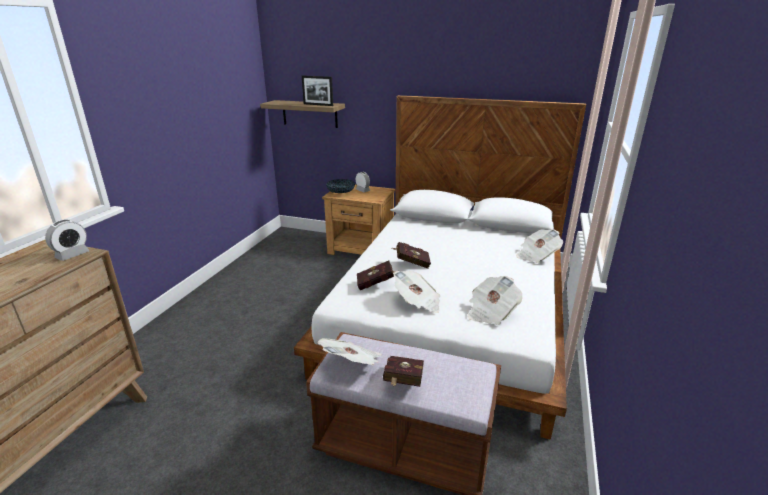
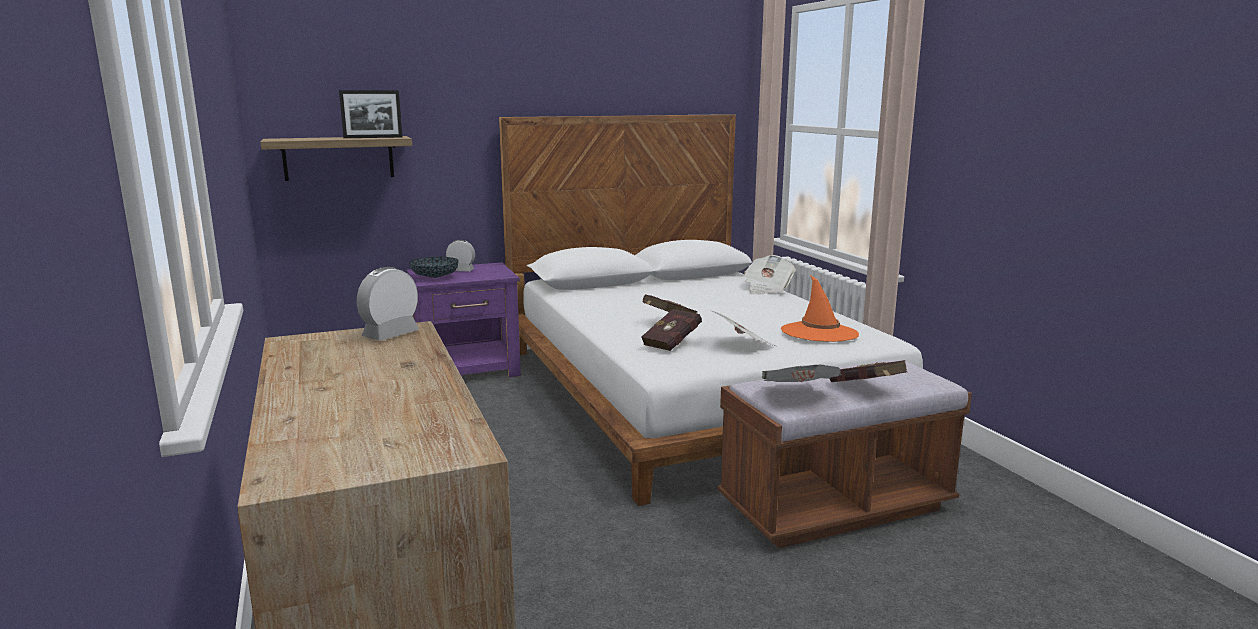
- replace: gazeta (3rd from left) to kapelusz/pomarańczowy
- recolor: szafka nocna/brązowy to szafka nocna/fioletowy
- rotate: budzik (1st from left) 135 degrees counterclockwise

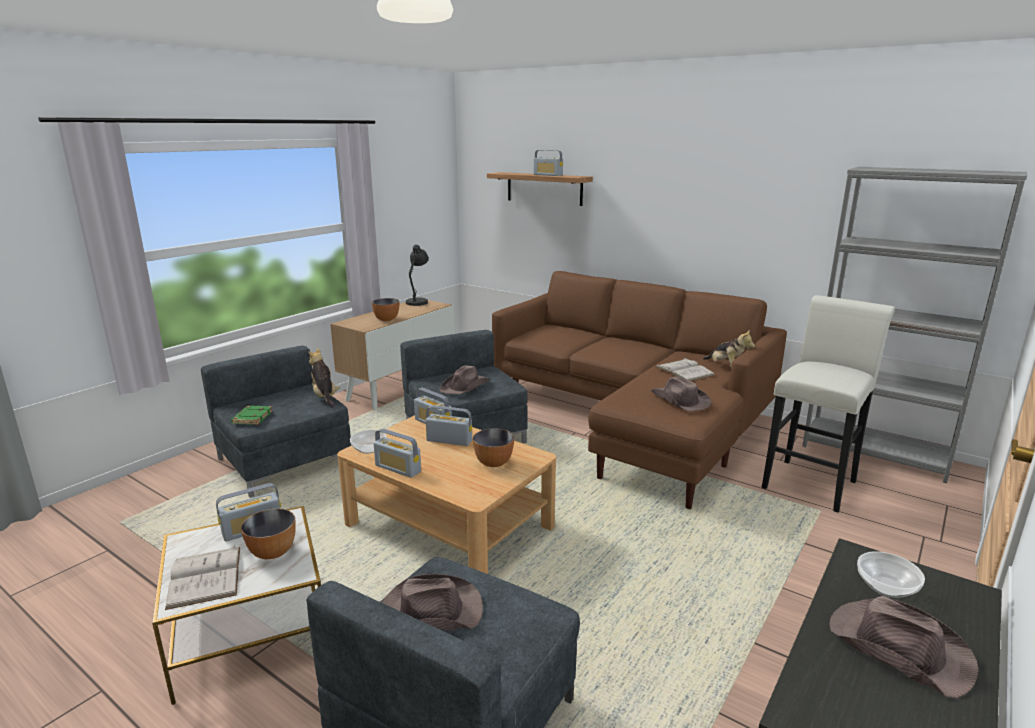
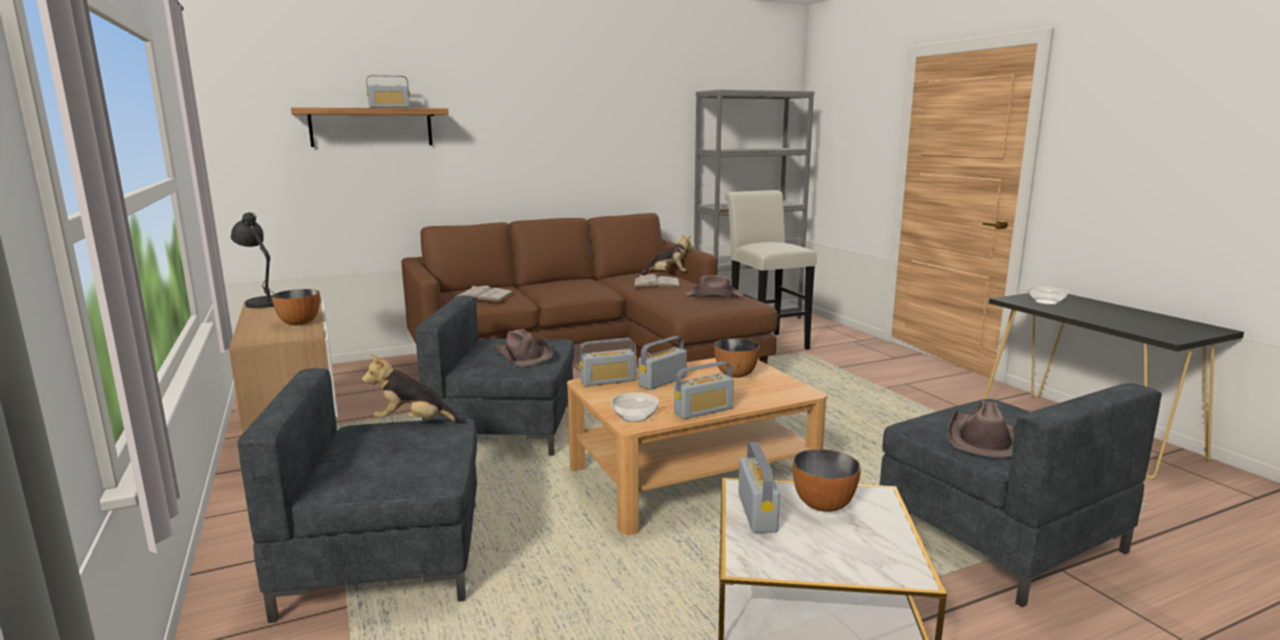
- delete: książka/zielony
- delete: kapelusz/brązowy (4th from left)
- move: książka/biały (1st from left)

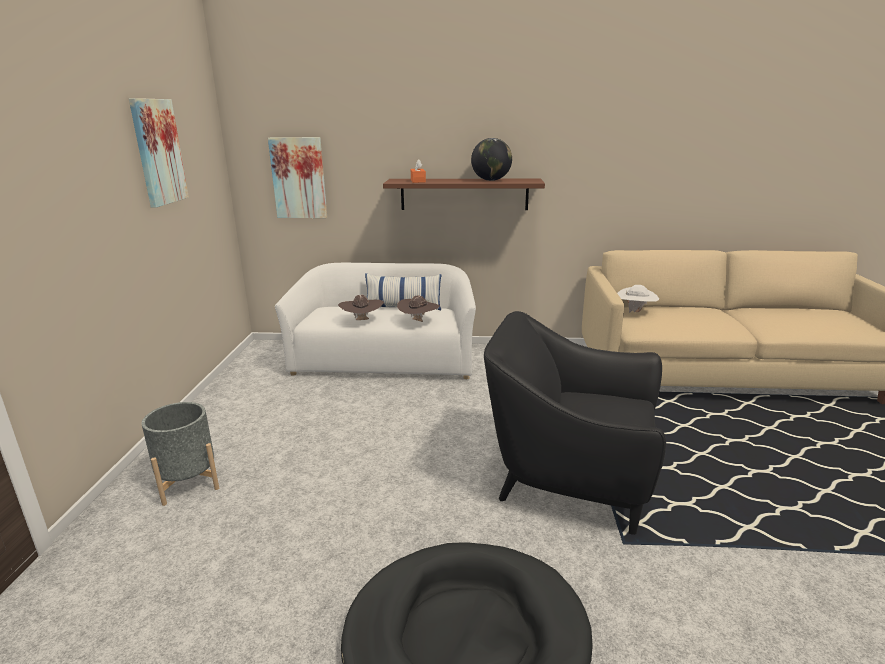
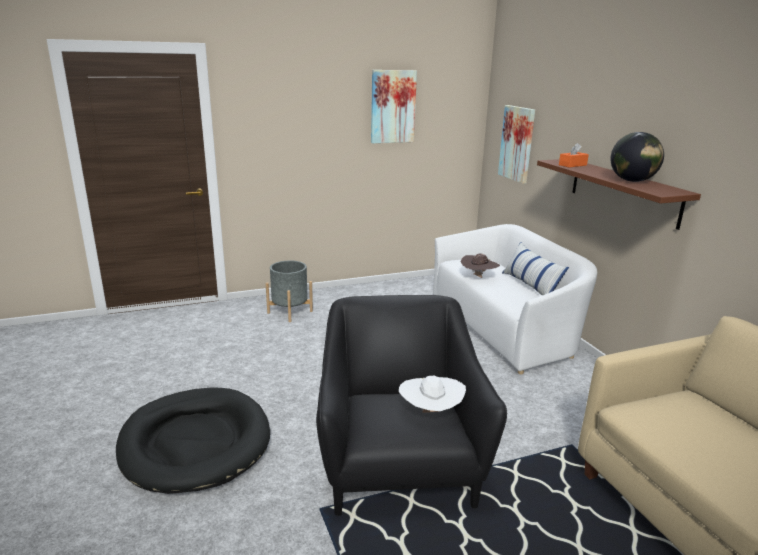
- delete: kapelusz/brązowy (2nd from left)
- move: kapelusz/biały

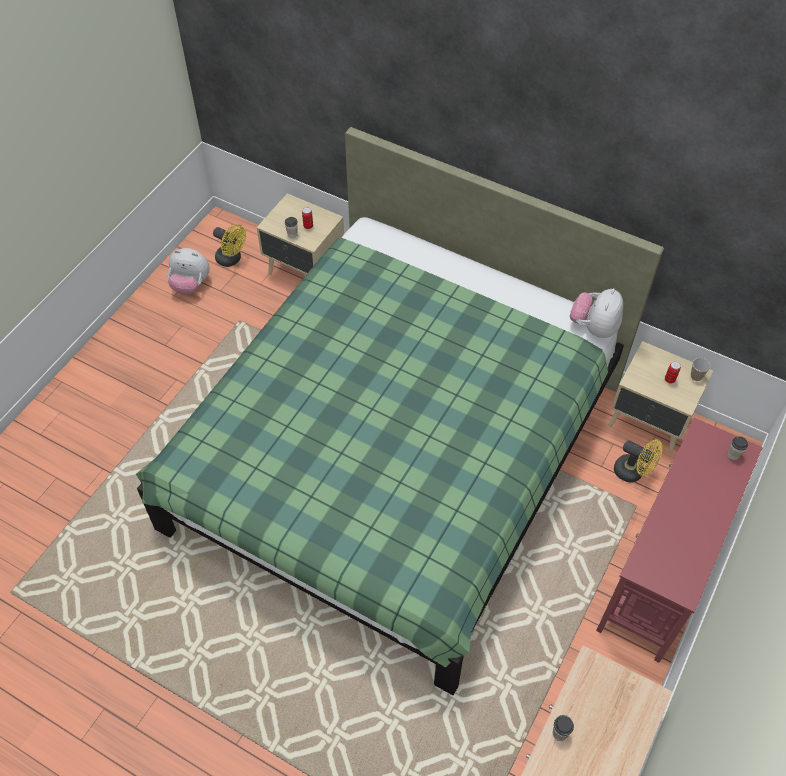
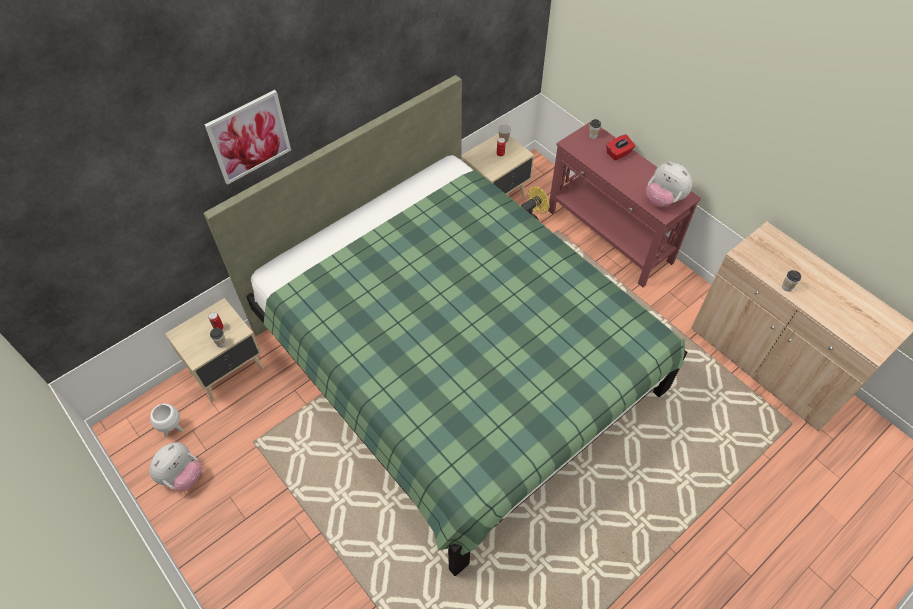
- insert: obraz
- insert: pudełko chusteczek/czerwony
- move: pluszak (2nd from left)
- replace: wentylator/żółty (1st from left) to donica/biały

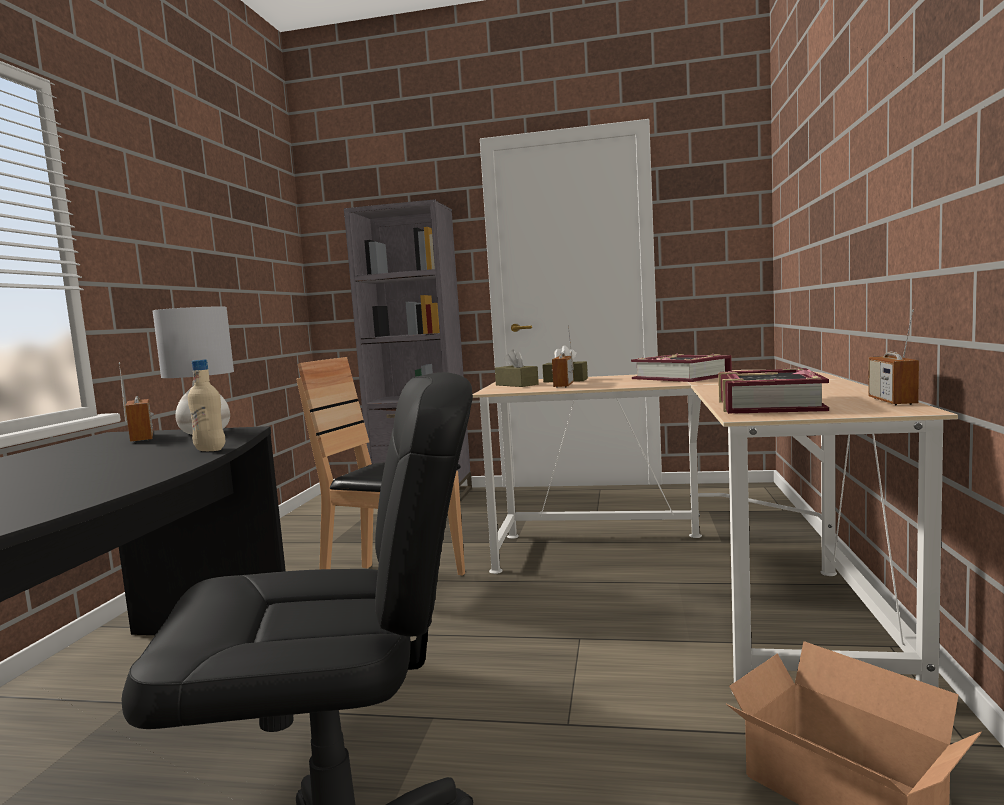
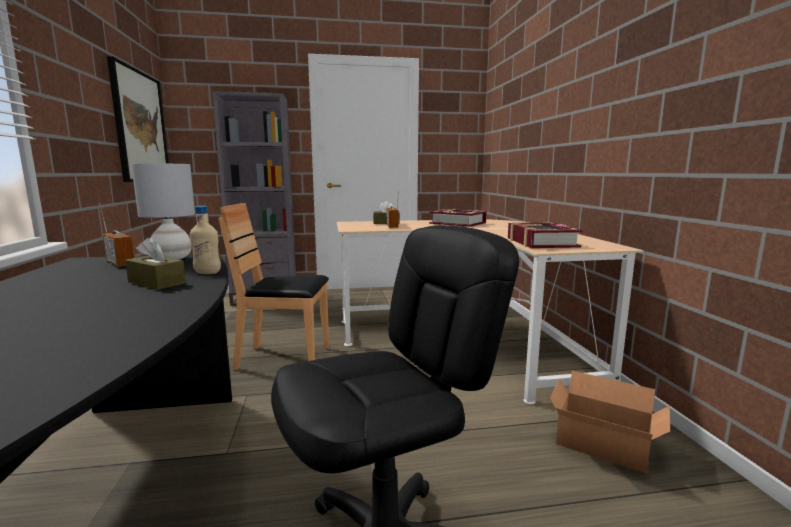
- delete: radio (3rd from left)
- insert: obraz
- move: pudełko chusteczek/brązowy (1st from left)

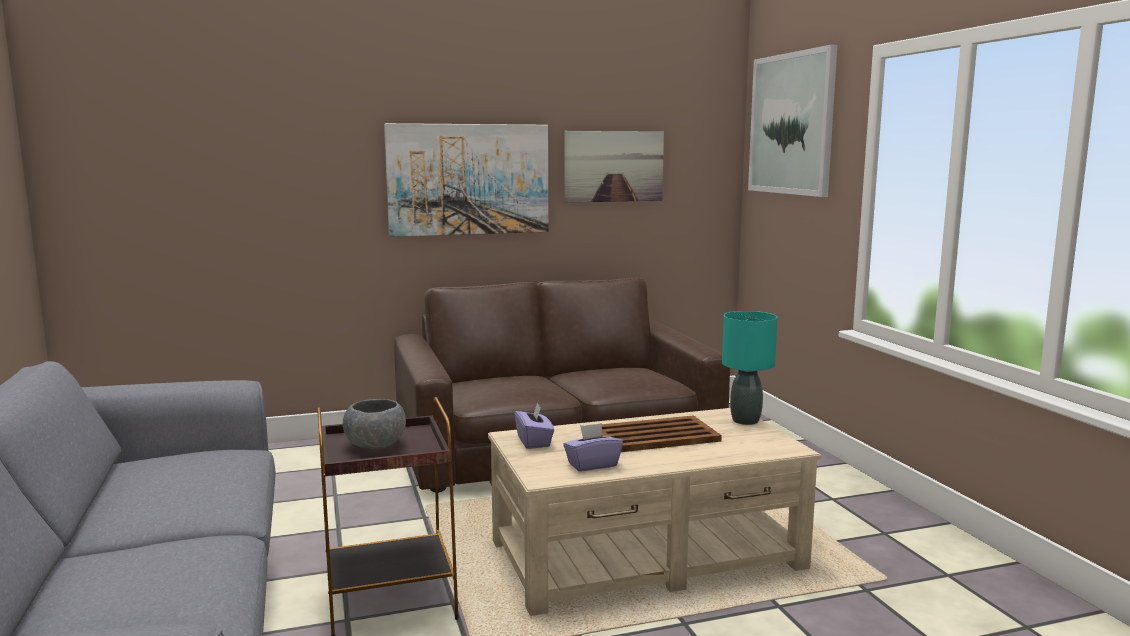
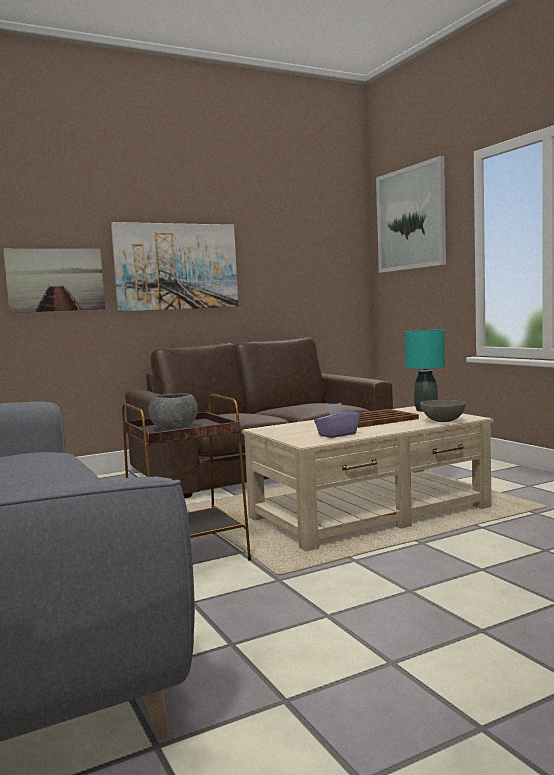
- delete: pudełko chusteczek/fioletowy (1st from left)
- insert: miska/szary (2nd from left)
- move: obraz (2nd from left in the first image) to obraz (1st from left)

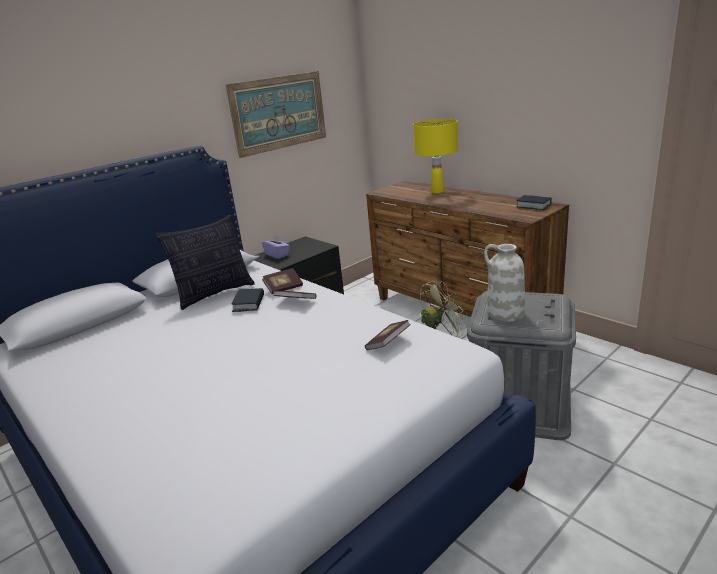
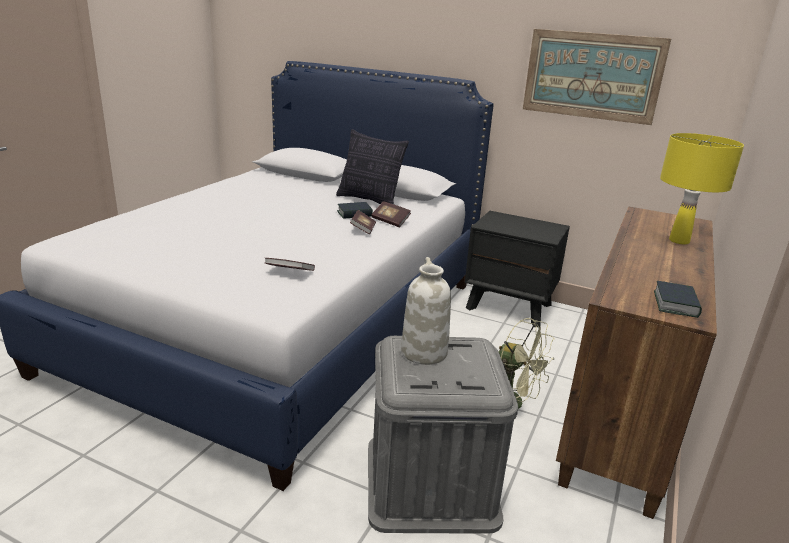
- delete: pudełko chusteczek/fioletowy

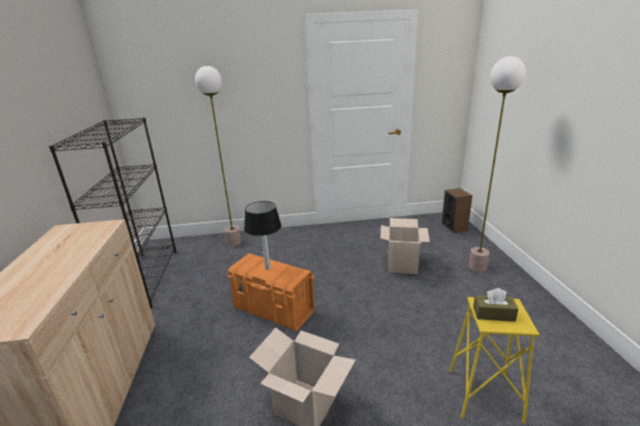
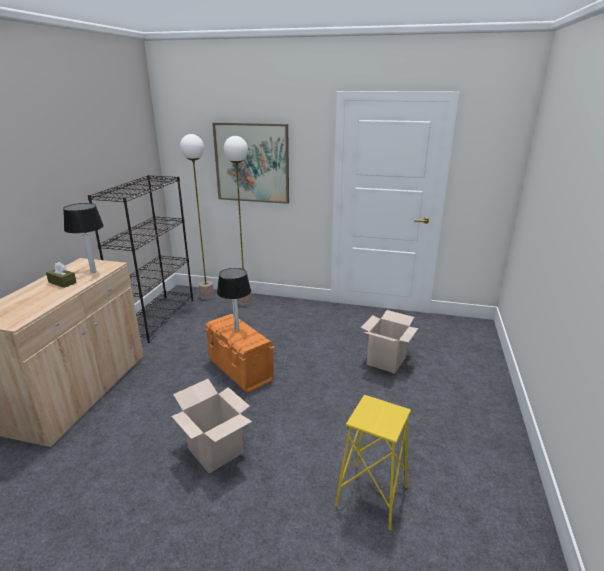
- delete: głośnik
- insert: lampa stołowa (1st from left)
- insert: obraz
- move: lampa stojąca (2nd from left in the first image) to lampa stojąca (1st from left)
- move: pudełko chusteczek/brązowy

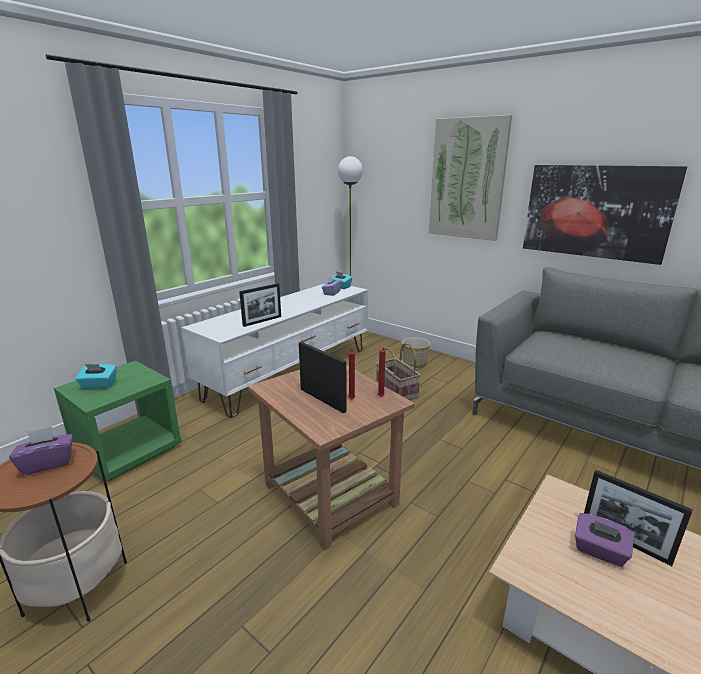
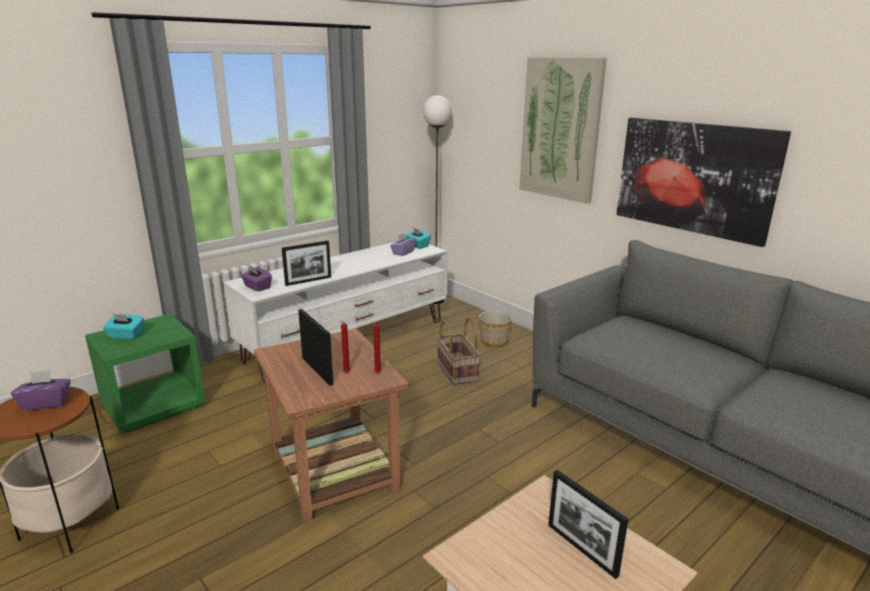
- move: pudełko chusteczek/fioletowy (3rd from left in the first image) to pudełko chusteczek/fioletowy (2nd from left)

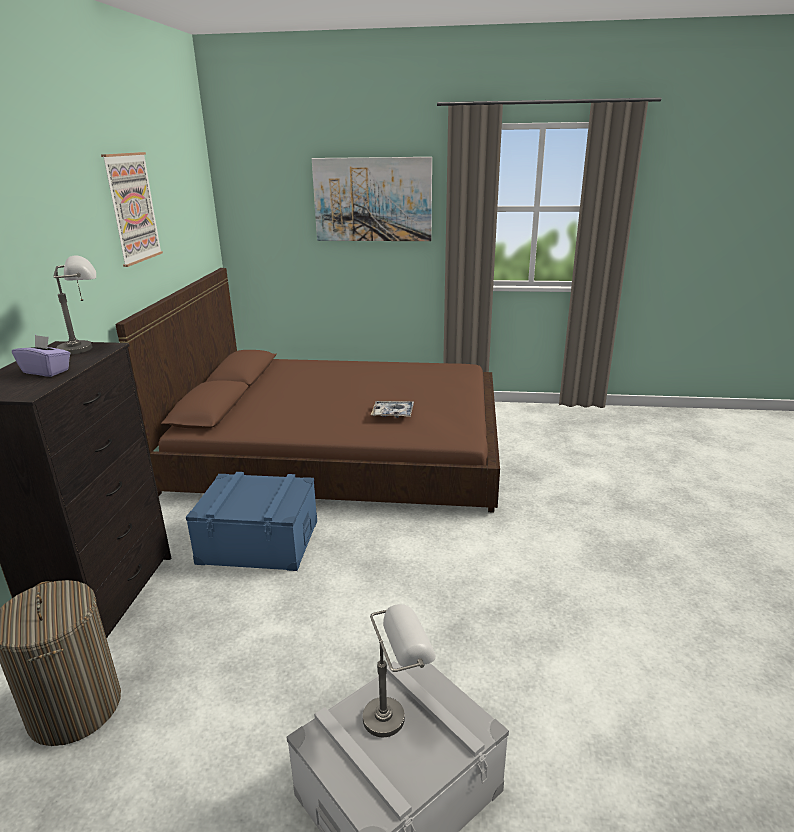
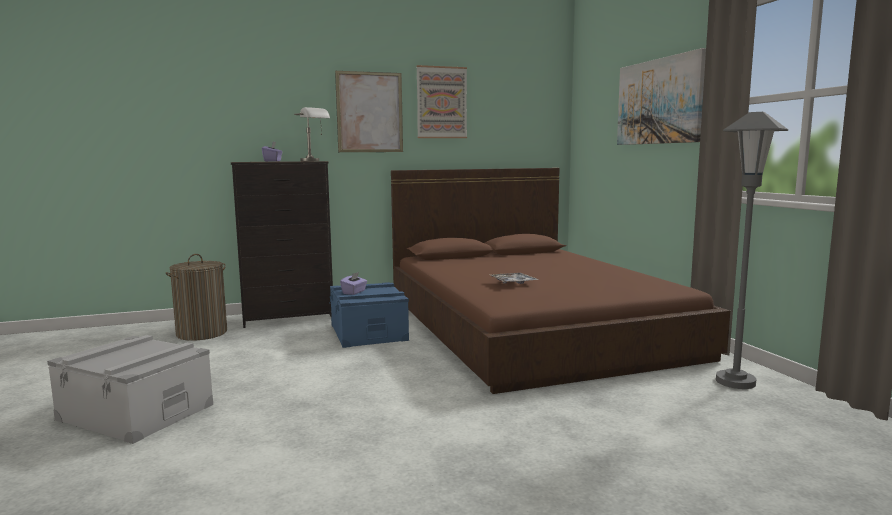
- delete: lampa stołowa/szary (2nd from left)
- insert: obraz (1st from left)
- insert: pudełko chusteczek/fioletowy (2nd from left)
- insert: lampa stojąca/szary

